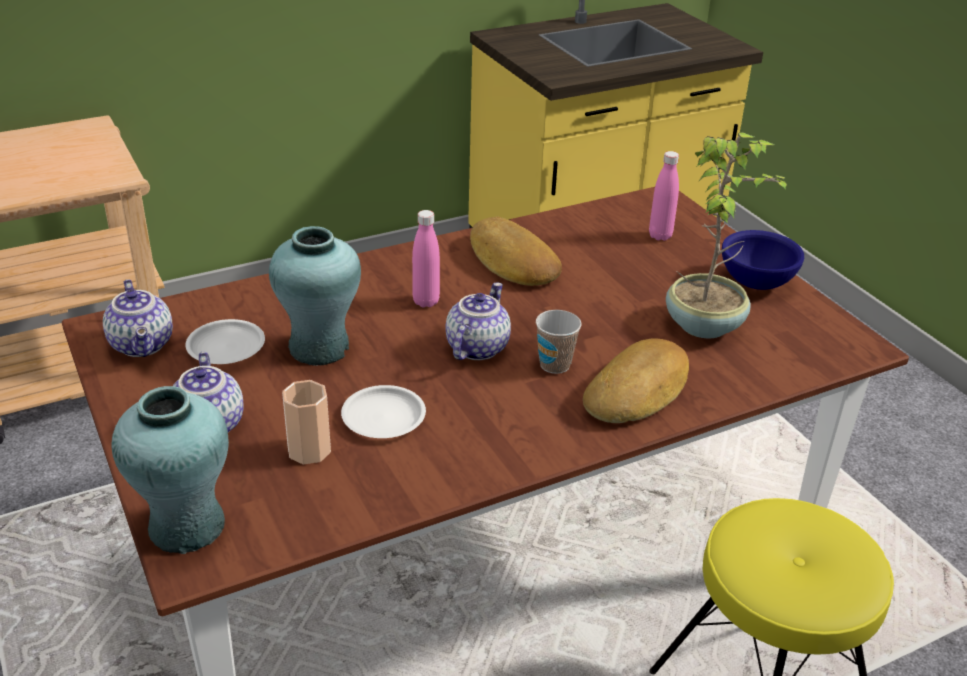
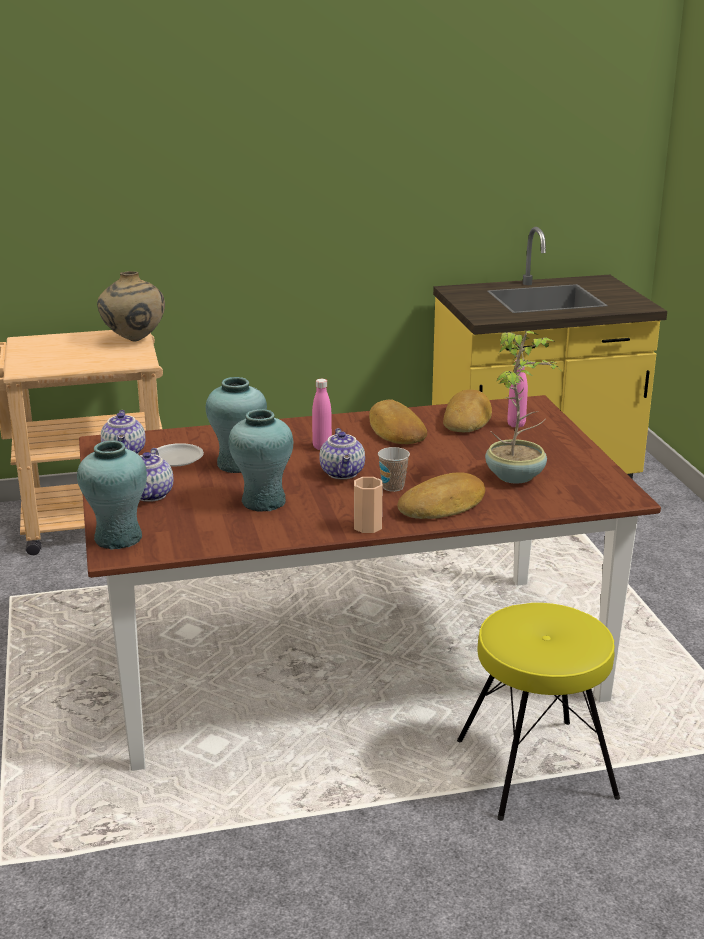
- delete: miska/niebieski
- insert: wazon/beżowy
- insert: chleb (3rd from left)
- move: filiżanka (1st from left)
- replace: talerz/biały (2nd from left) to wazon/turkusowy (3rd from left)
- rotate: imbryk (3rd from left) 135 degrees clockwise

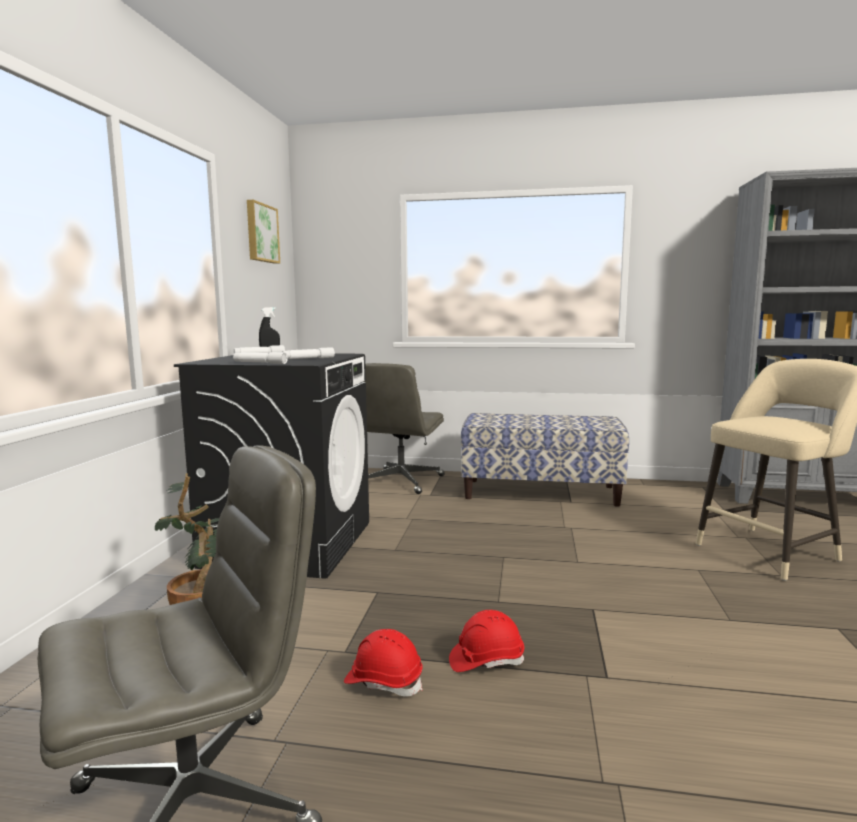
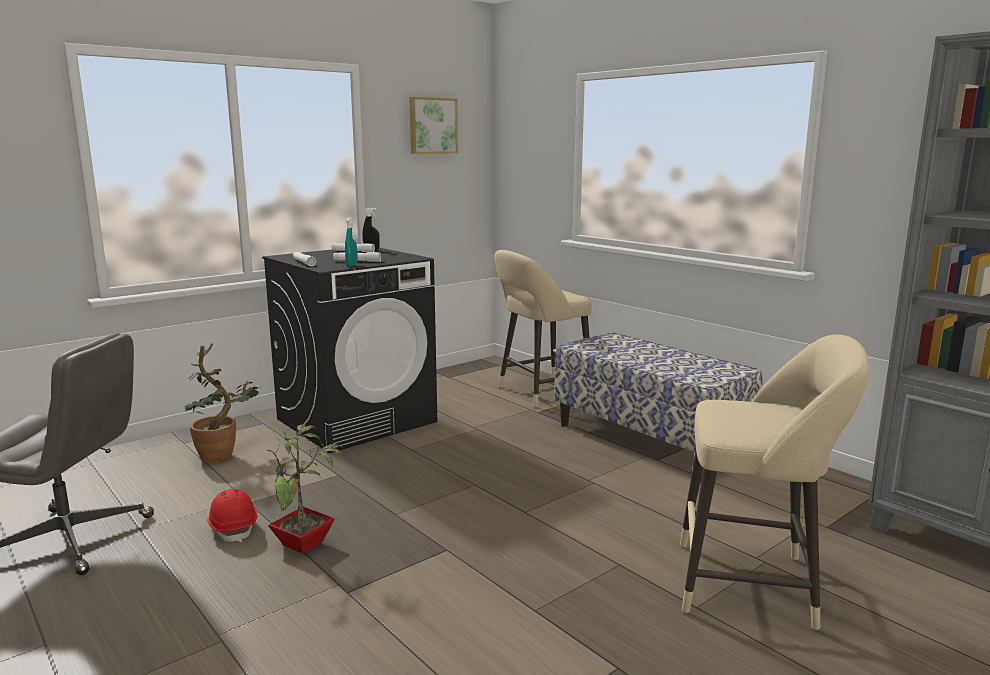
- insert: spryskiwacz/turkusowy
- replace: krzesło biurowe/szary (2nd from left) to stołek/beżowy (1st from left)
- replace: kask/czerwony (2nd from left) to roślina doniczkowa (2nd from left)

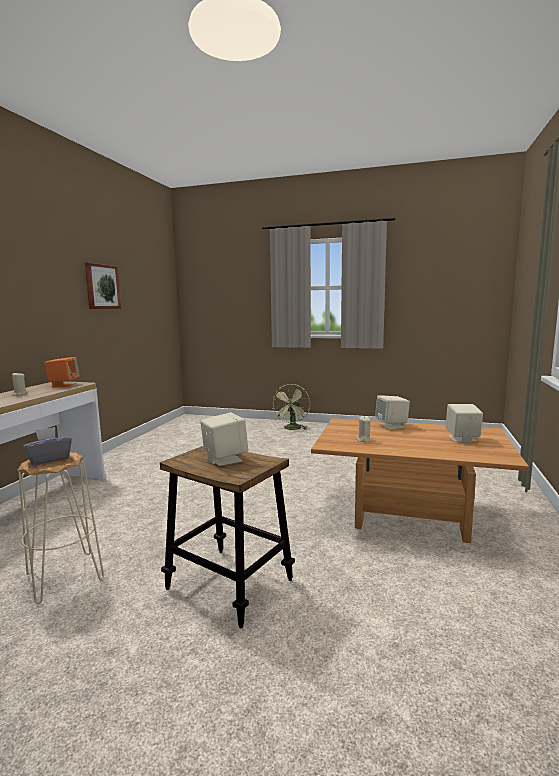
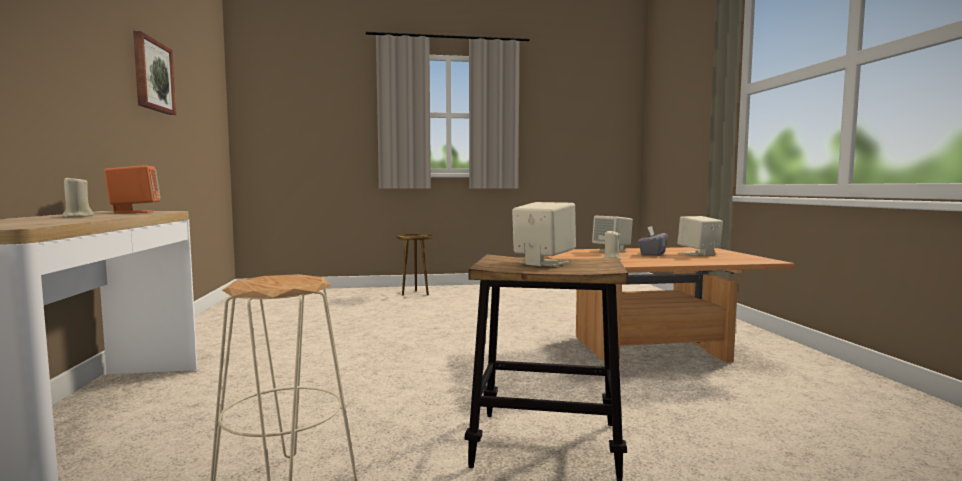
- move: pudełko chusteczek/szary
- replace: wentylator/zielony to stolik/brązowy

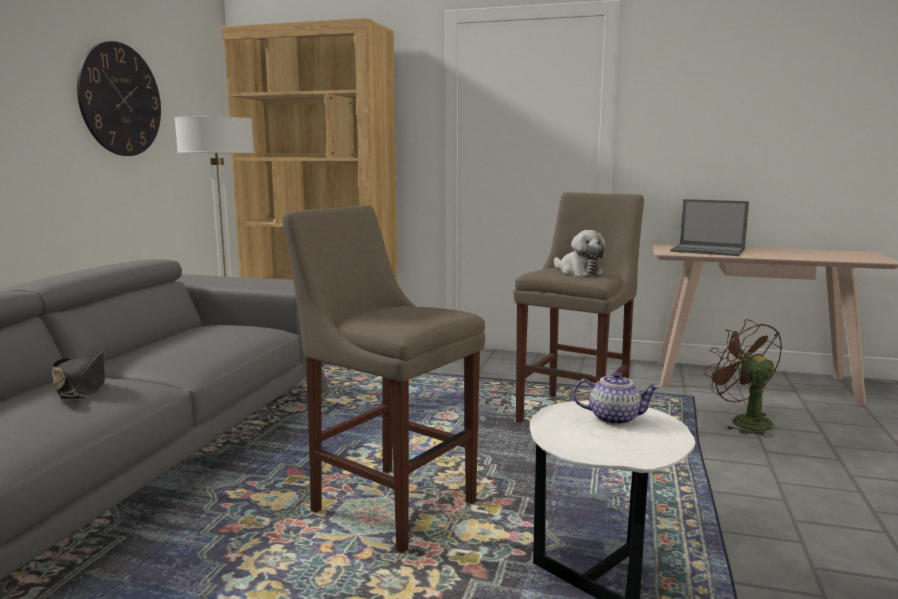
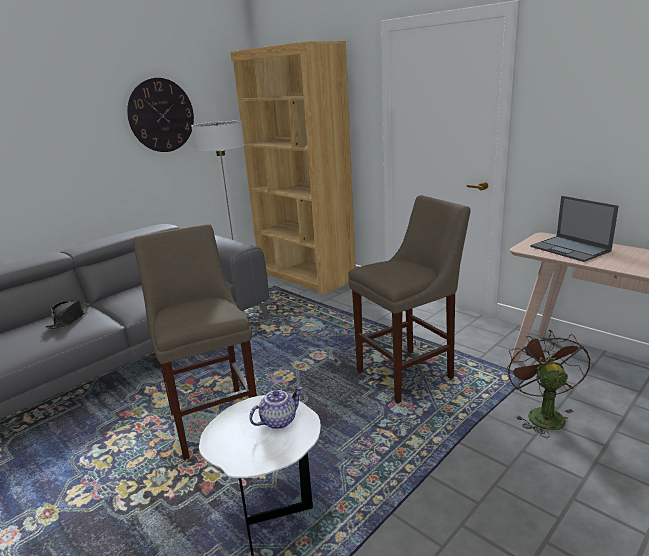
- delete: pluszak
- rotate: imbryk 75 degrees counterclockwise

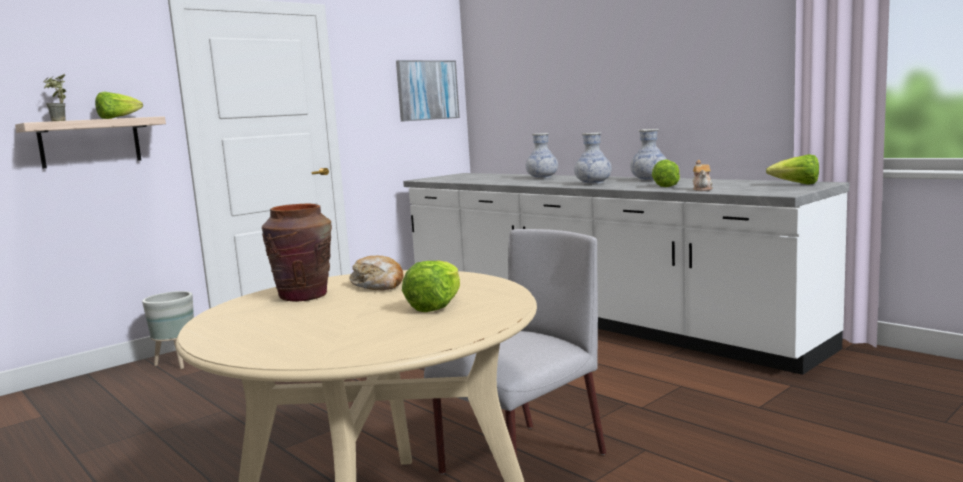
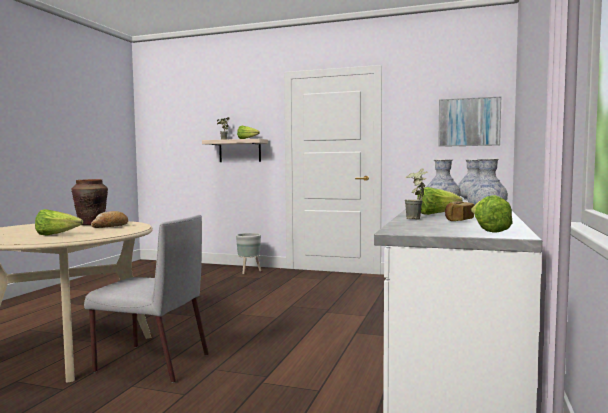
- insert: chleb (2nd from left)
- replace: imbryk to roślina doniczkowa (2nd from left)

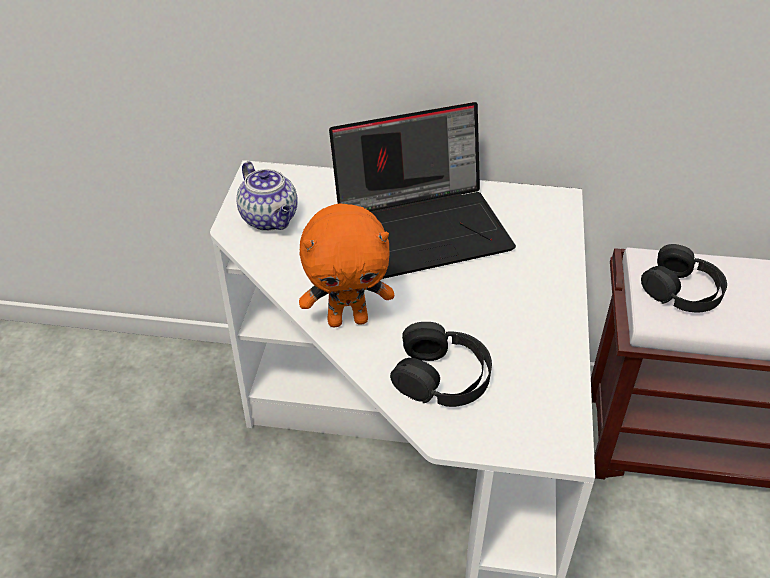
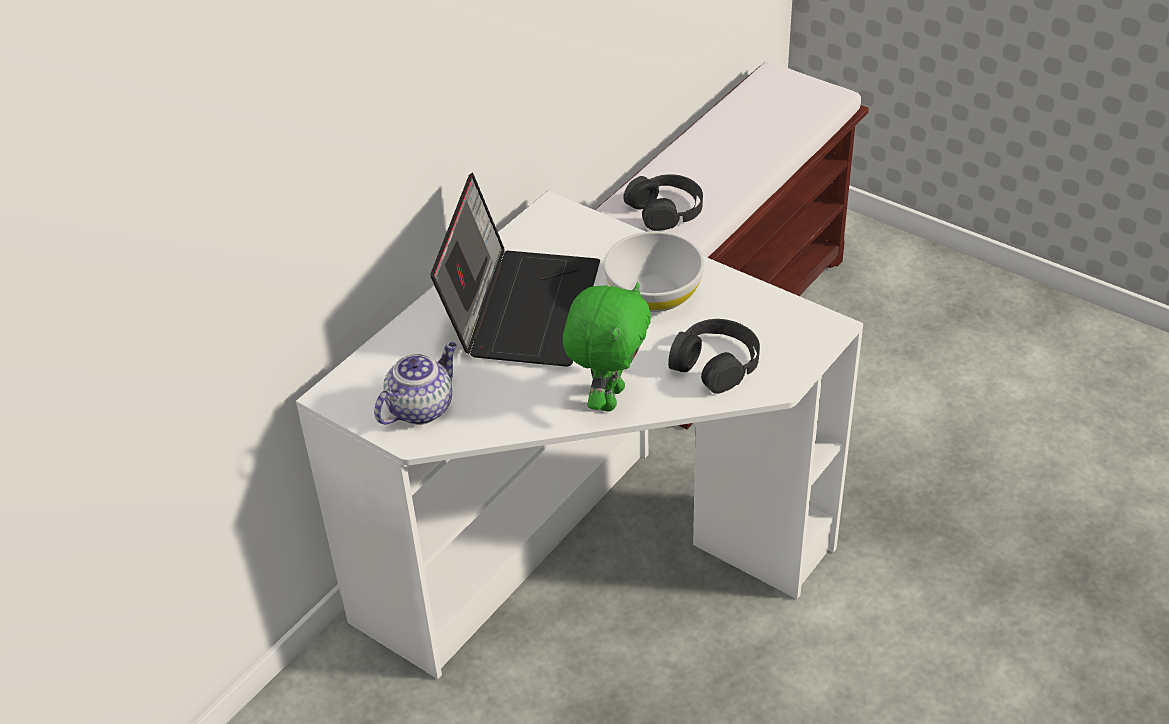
- insert: miska/biały
- recolor: pluszak/pomarańczowy to pluszak/zielony
- rotate: imbryk 45 degrees counterclockwise

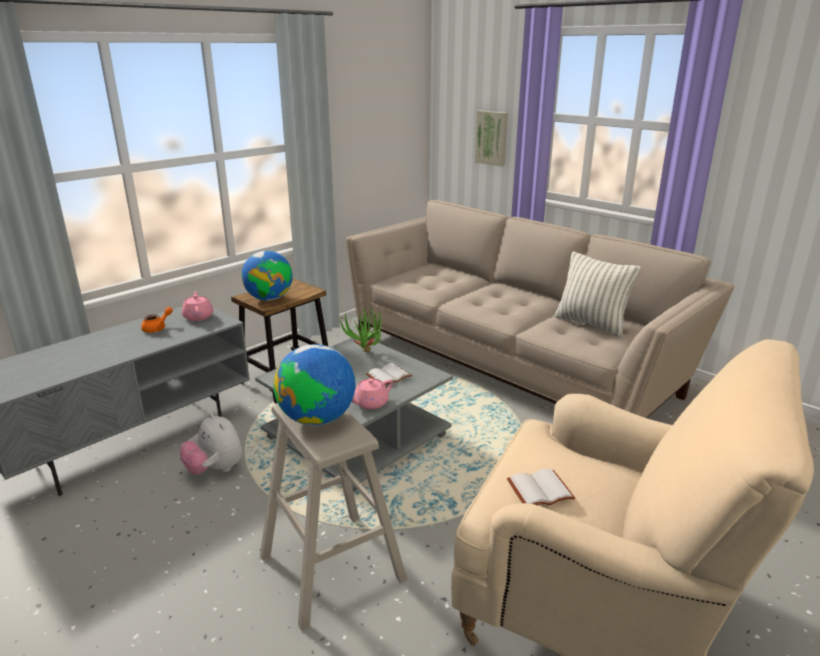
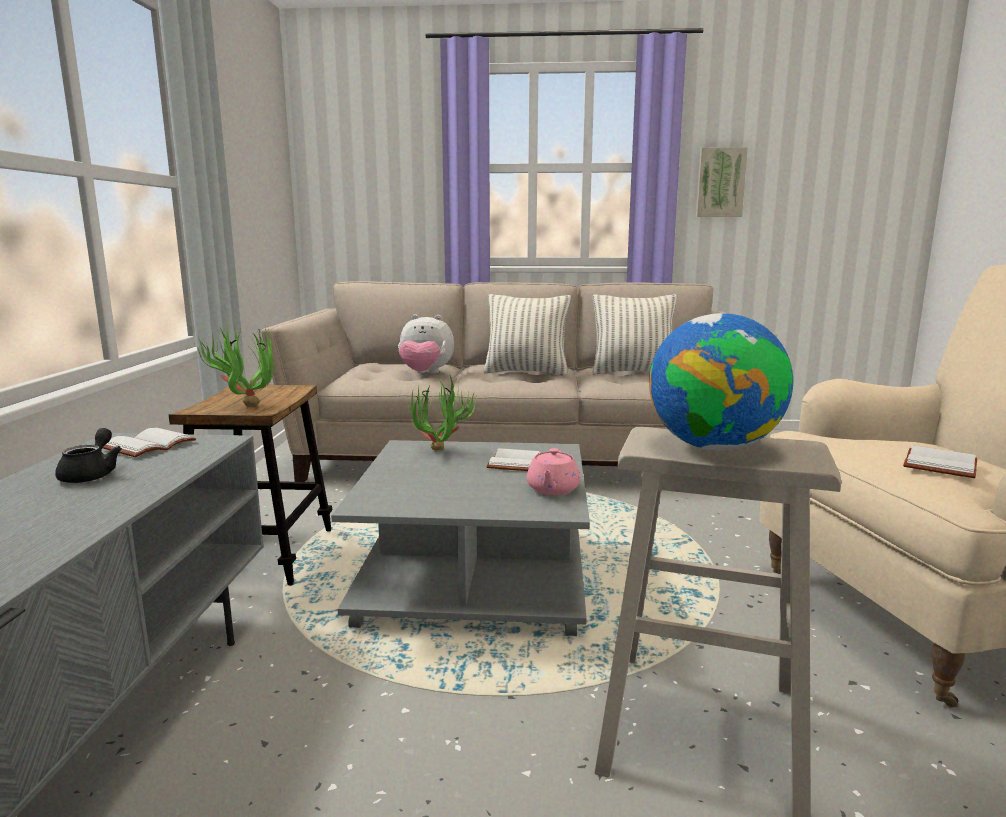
- insert: poduszka (1st from left)
- move: pluszak
- move: obraz
- replace: imbryk/różowy (1st from left) to książka/biały (1st from left)
- replace: globus (1st from left) to roślina doniczkowa (1st from left)
- recolor: imbryk/pomarańczowy to imbryk/czarny

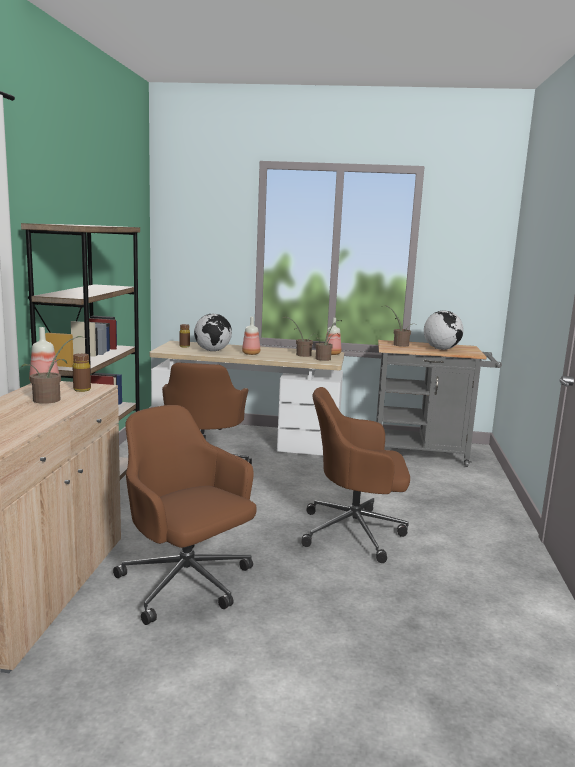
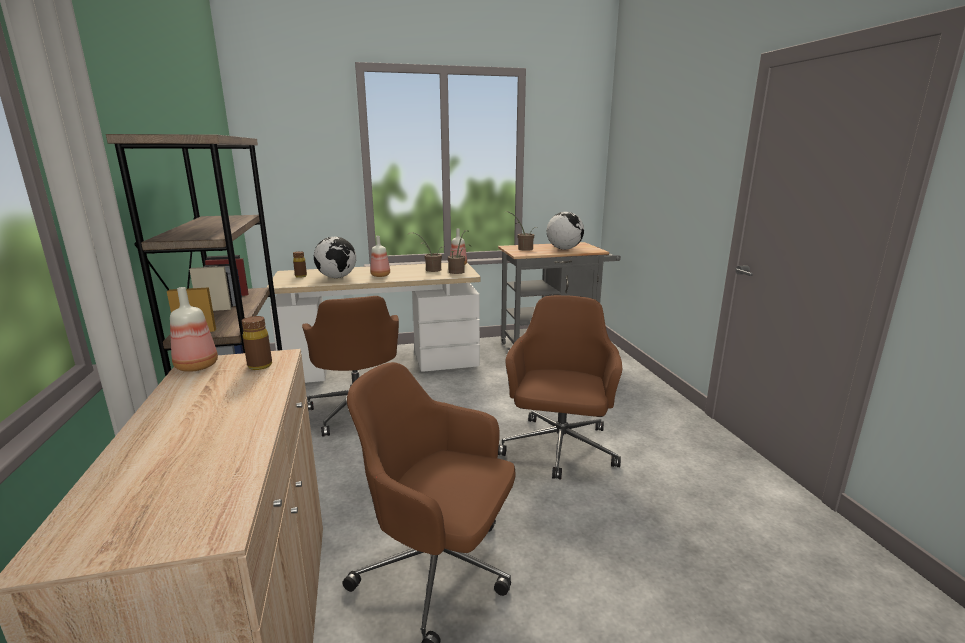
- delete: roślina doniczkowa (1st from left)
- rotate: krzesło biurowe/brązowy (3rd from left) 120 degrees clockwise

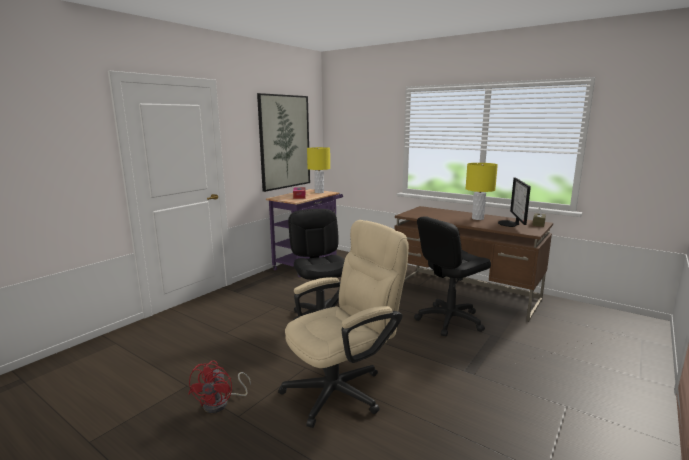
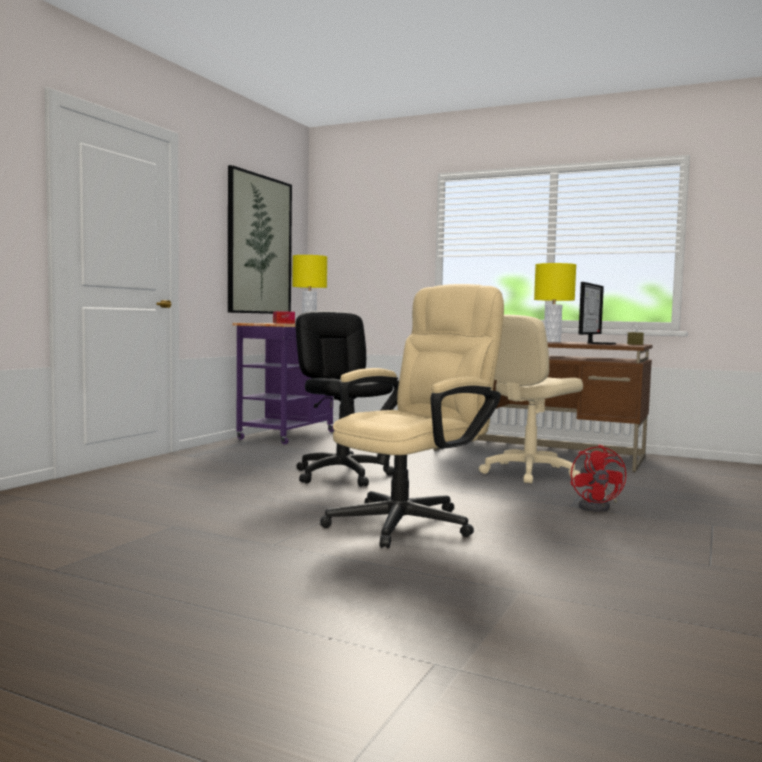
- move: wentylator/czerwony
- recolor: krzesło biurowe/czarny (2nd from left) to krzesło biurowe/beżowy (2nd from left)
- rotate: monitor 150 degrees counterclockwise

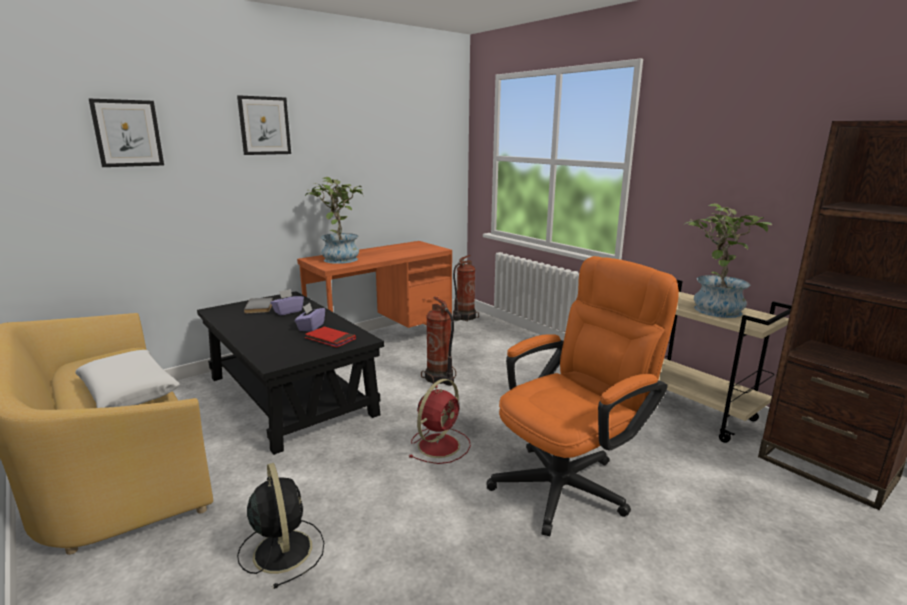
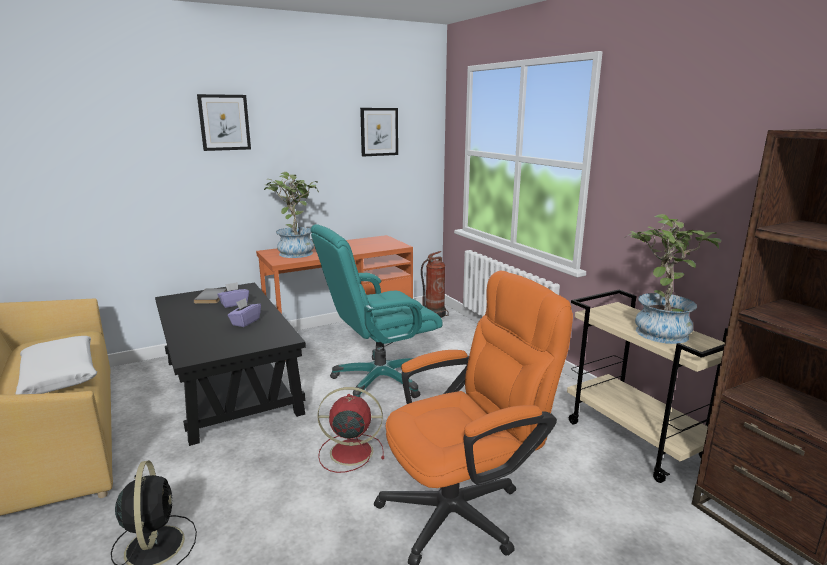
- delete: książka/czerwony
- move: obraz (1st from left in the first image) to obraz (2nd from left)
- replace: gaśnica (1st from left) to krzesło biurowe/turkusowy
- rotate: wentylator/czerwony 135 degrees counterclockwise

